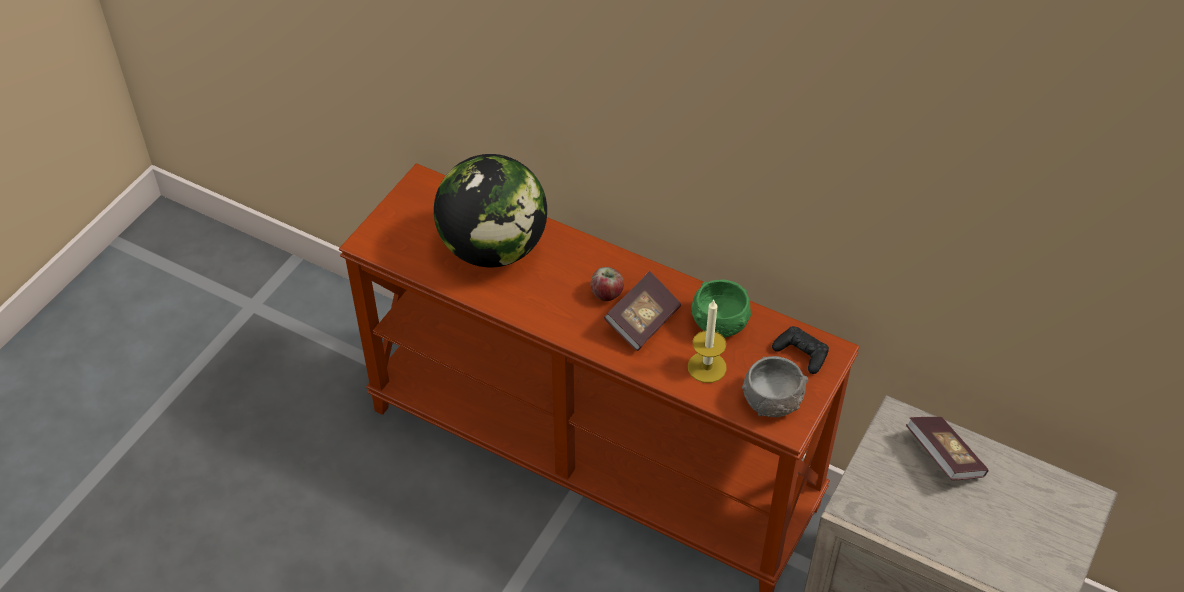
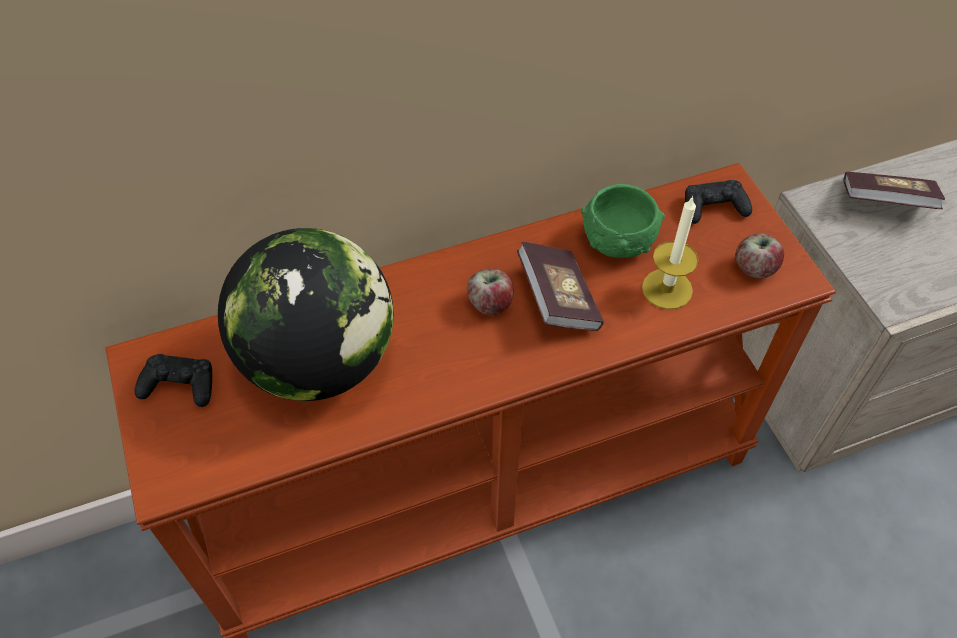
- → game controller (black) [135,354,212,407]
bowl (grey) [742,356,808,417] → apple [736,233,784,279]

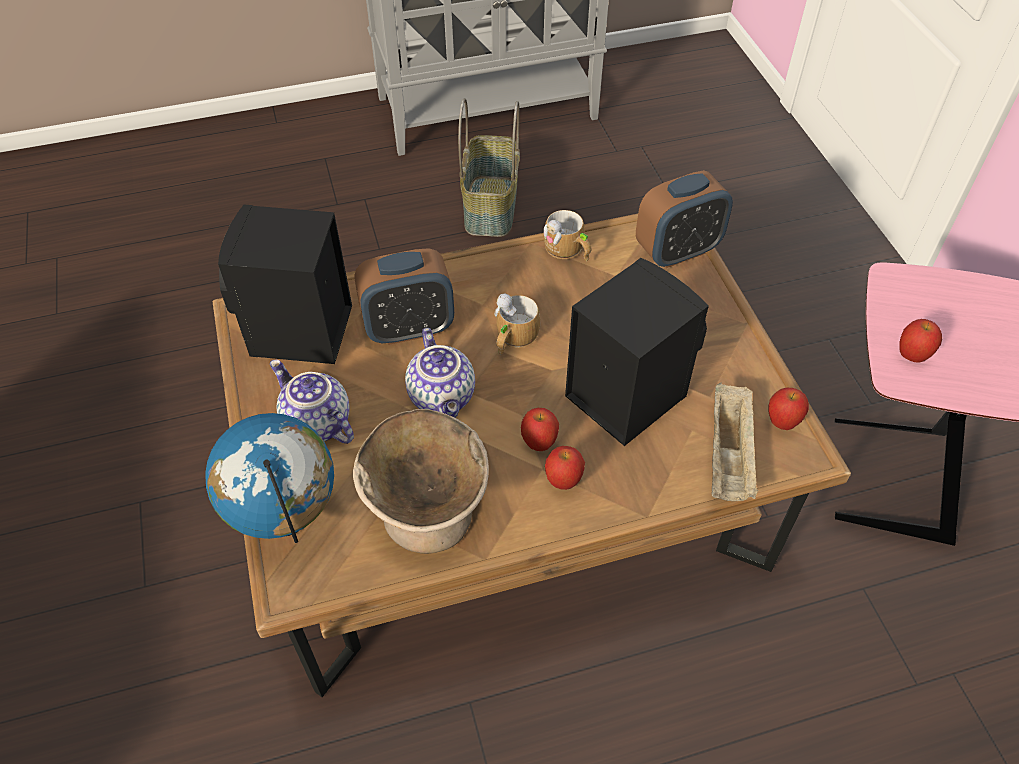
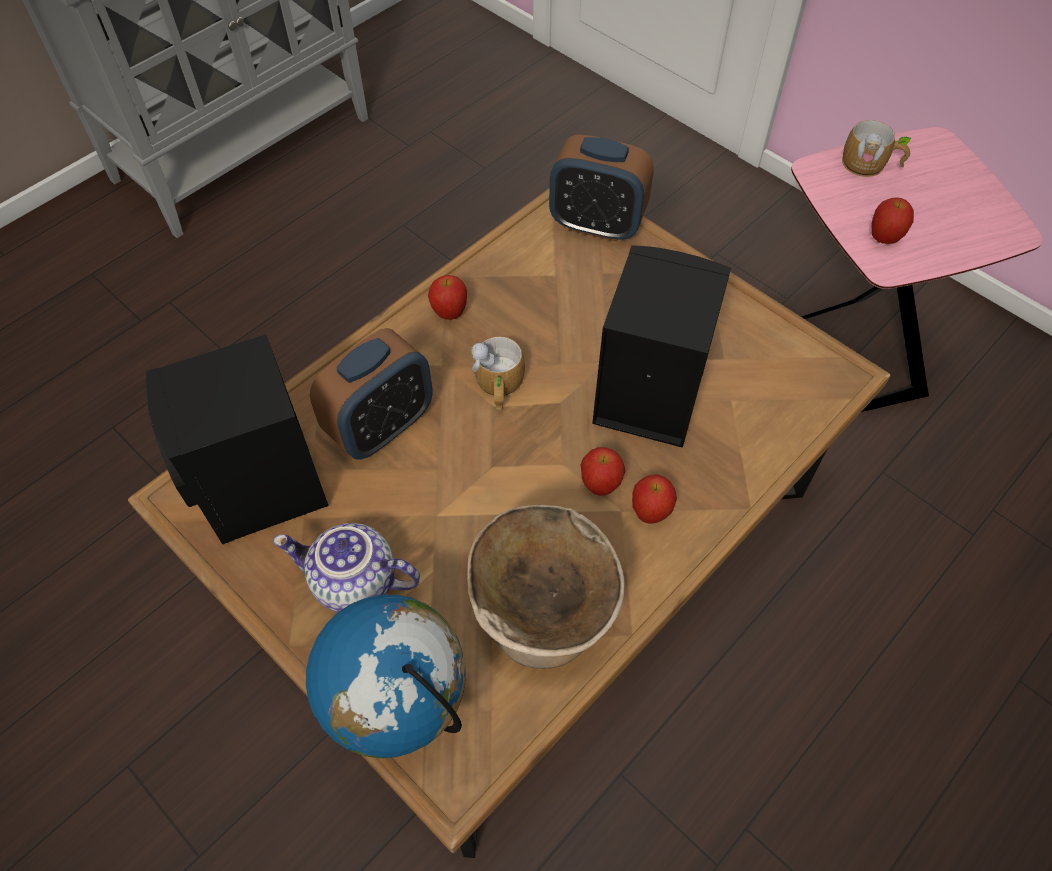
teapot [405,328,475,418] → -
basket [458,98,520,237] → -
tray (beige) [711,382,758,501] → -
mug [544,210,592,261] → mug [842,120,911,177], move
apple [768,388,809,430] → apple [428,275,467,320], move
alarm clock [636,170,733,268] → alarm clock [549,134,654,242], 75 degrees clockwise

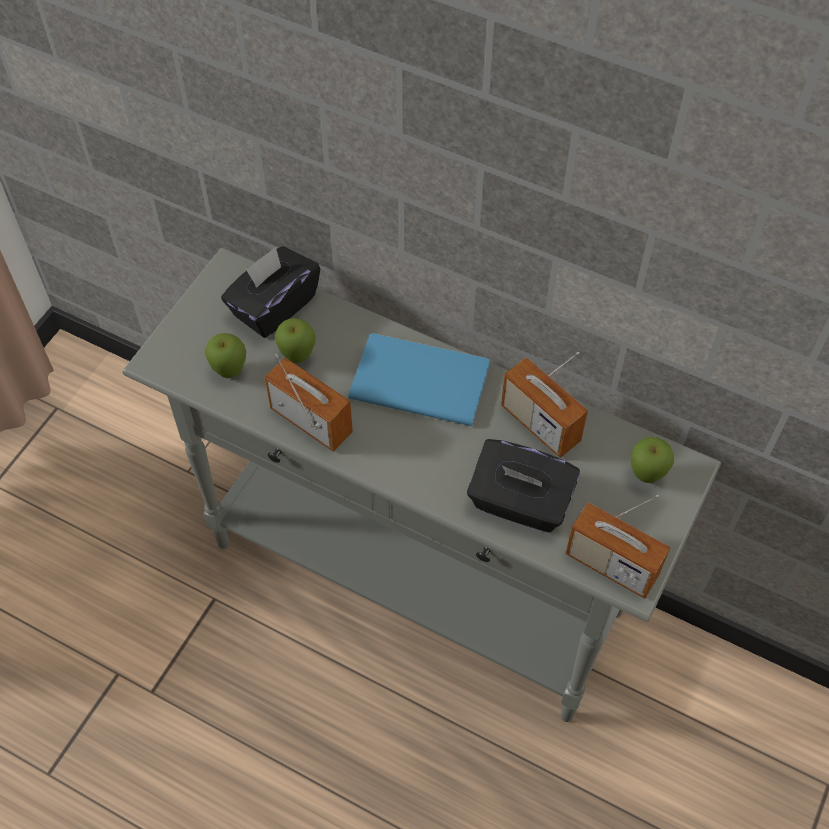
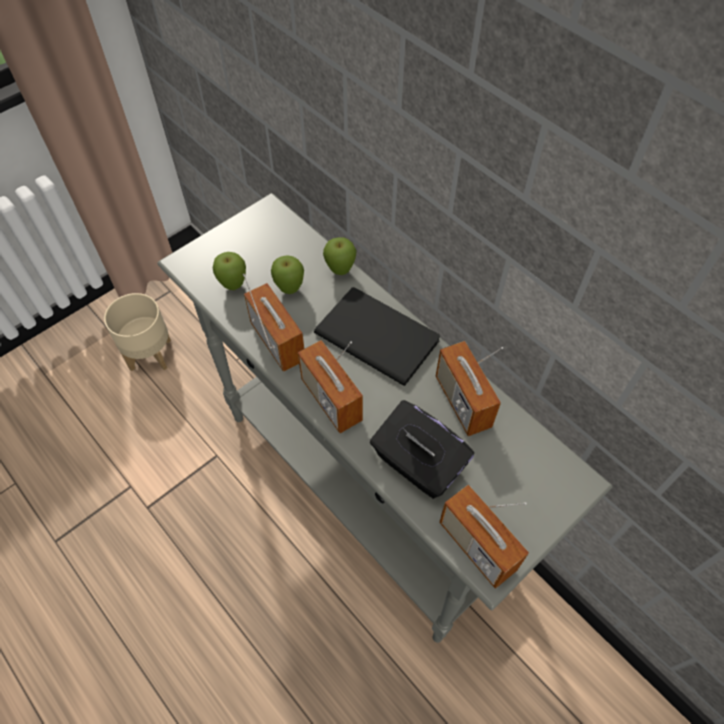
tissue box (black) [221,246,321,338] → -
- → planter (beige) [104,293,171,371]
- → radio [298,340,363,433]
apple [631,437,674,483] → apple [323,237,357,275], move
book (blue) [348,333,490,426] → book (black) [314,287,440,386]

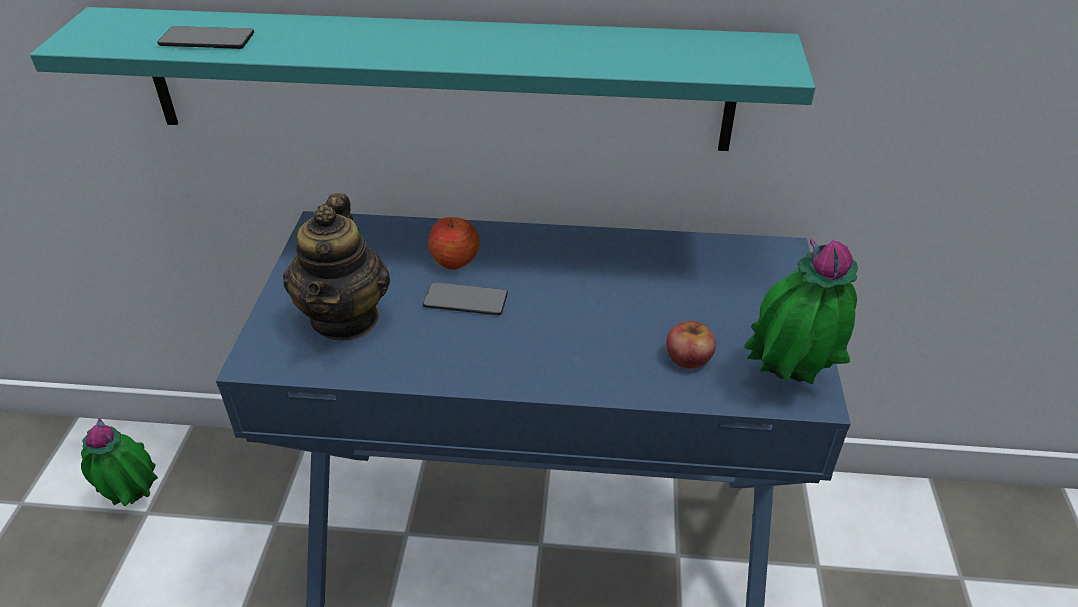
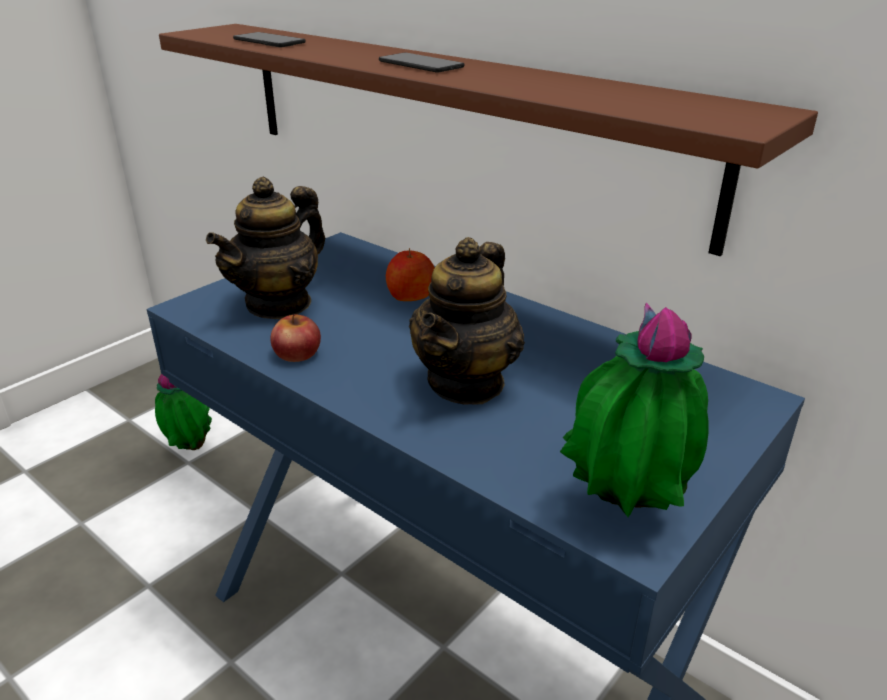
- → teapot [409,237,525,405]
phone [423,282,508,315] → phone [379,53,464,73], move
apple [666,321,716,369] → apple [270,315,321,362], move
shelf (turquoise) [30,7,816,151] → shelf (brown) [159,24,818,256]

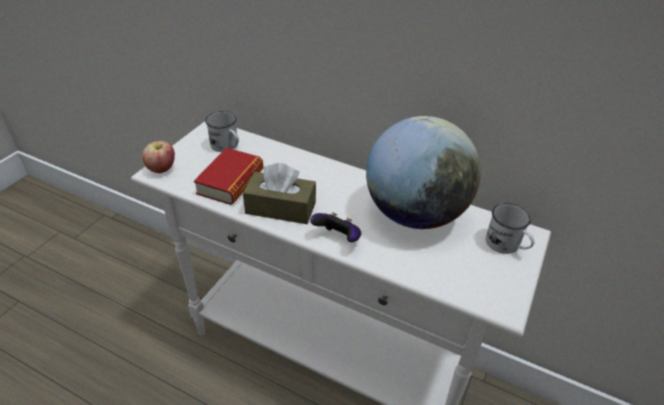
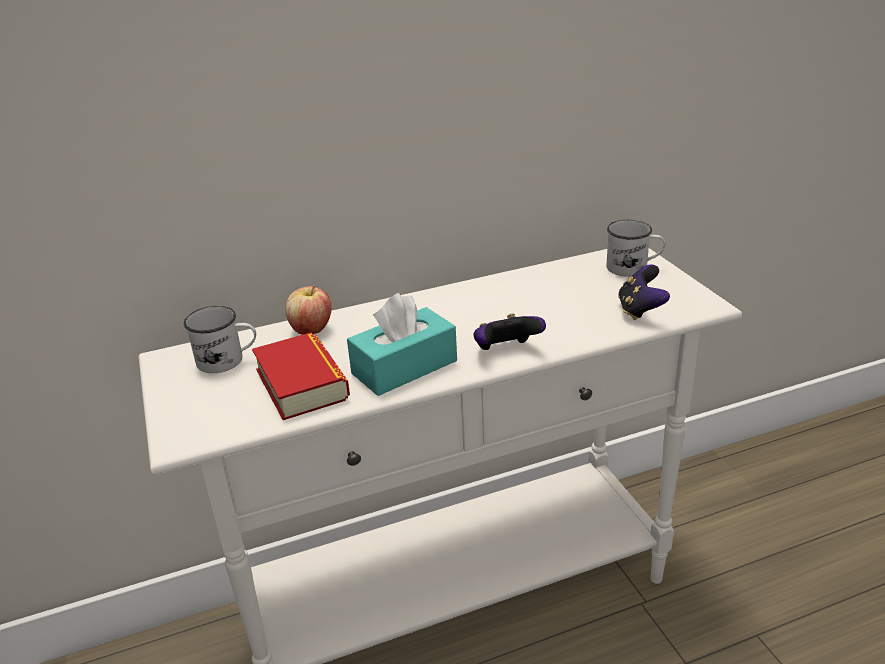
globe [366,116,481,229] → -
- → game controller [618,264,670,320]
apple [142,141,175,173] → apple [285,285,332,335], move
tissue box (brown) [243,163,316,224] → tissue box (turquoise) [347,293,457,396]

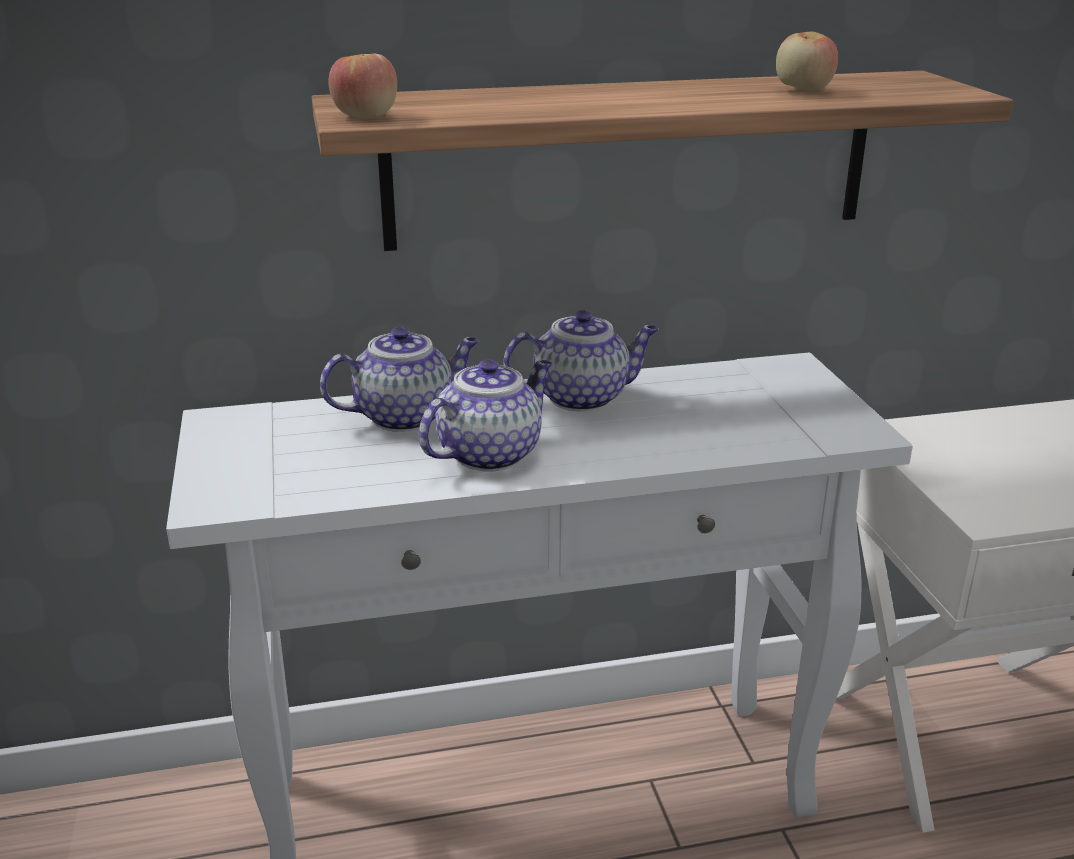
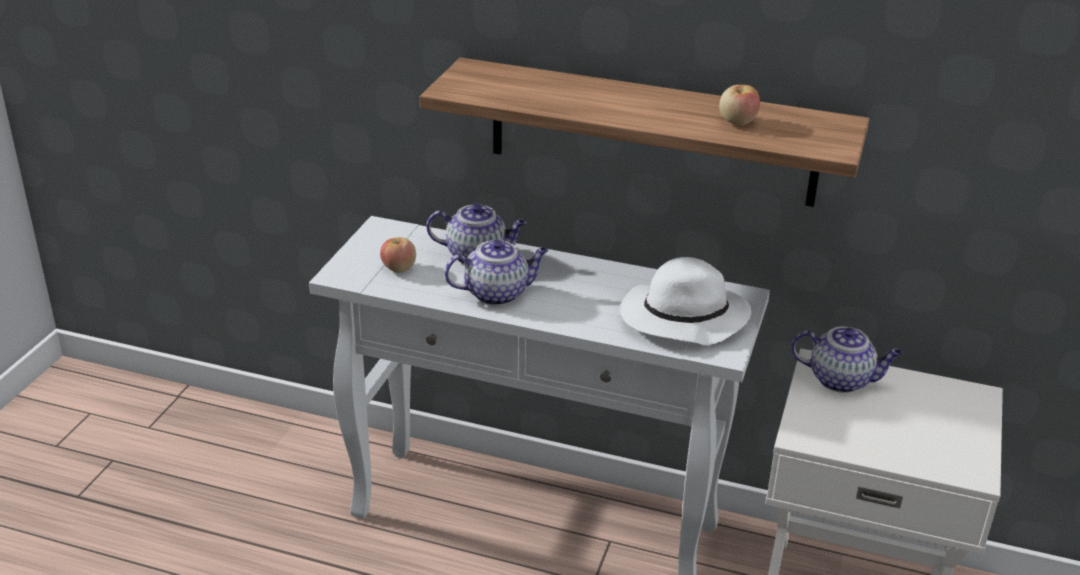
- → hat (white) [620,257,751,345]
apple [329,54,397,118] → apple [380,237,416,273], move
teapot [504,310,659,412] → teapot [791,327,902,393], move

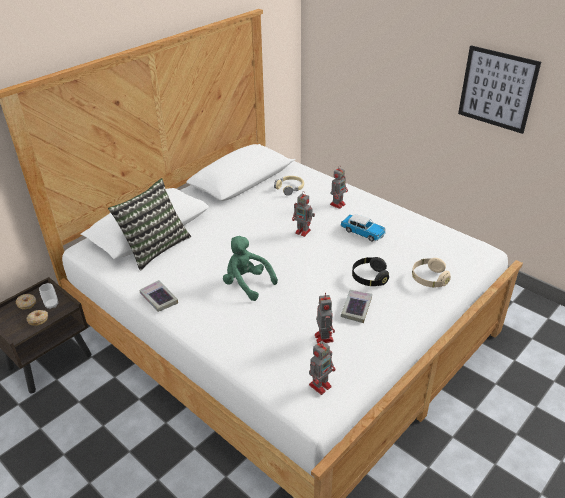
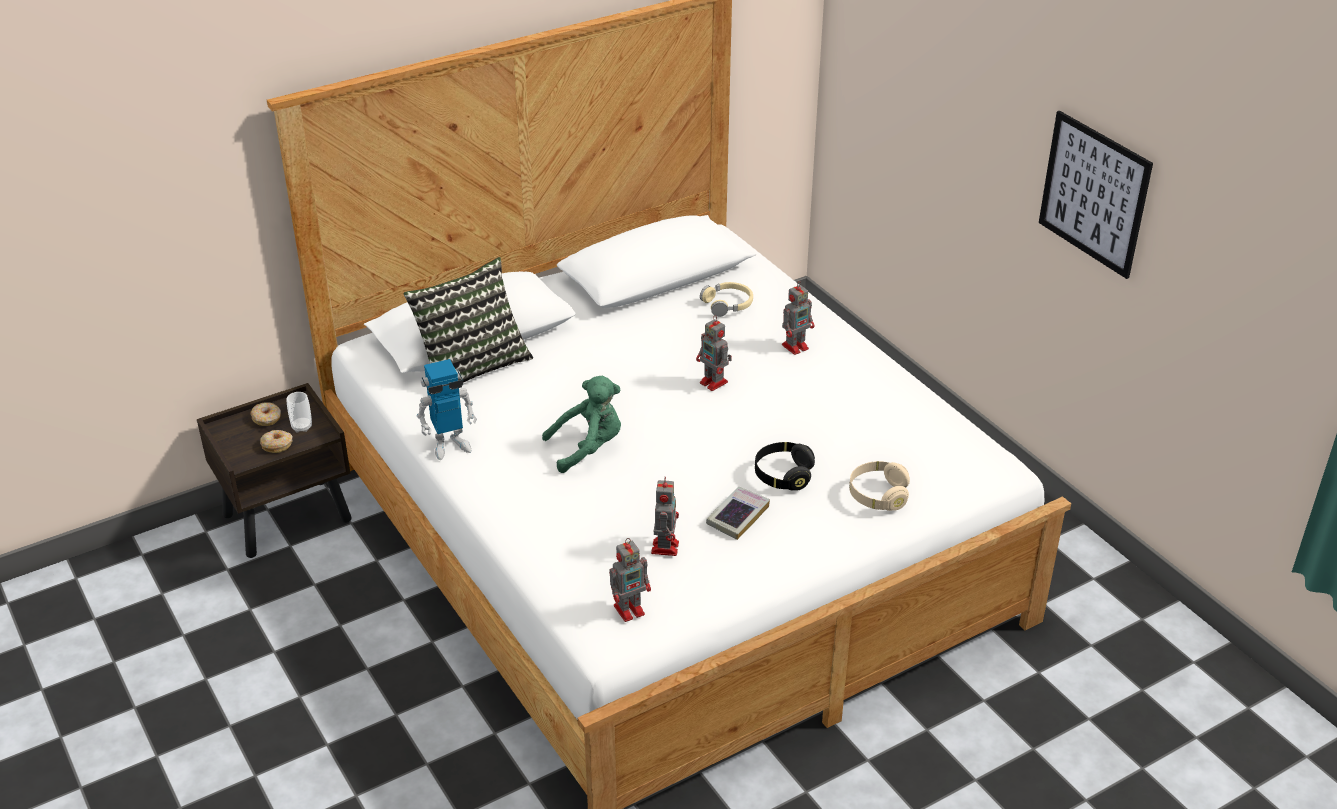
toy car [340,214,386,241] → -
book [139,280,178,312] → toy robot [417,359,477,460]
plush toy (green) [223,236,278,301] → plush toy (green) [542,376,621,473], 105 degrees clockwise

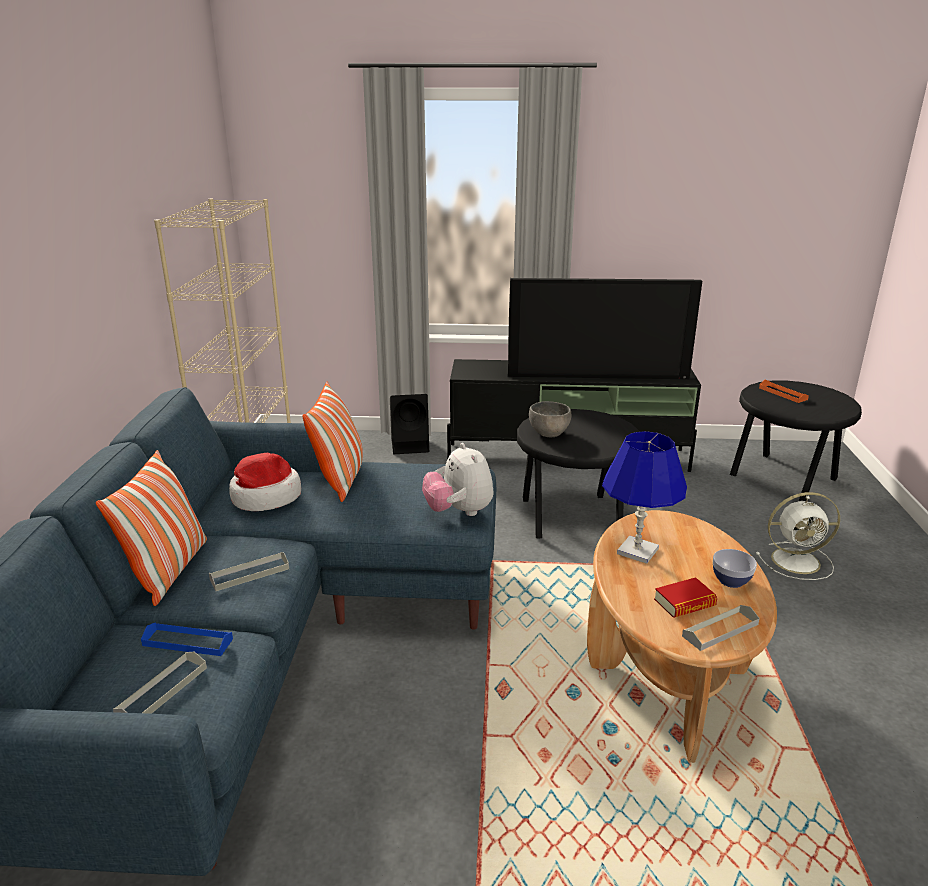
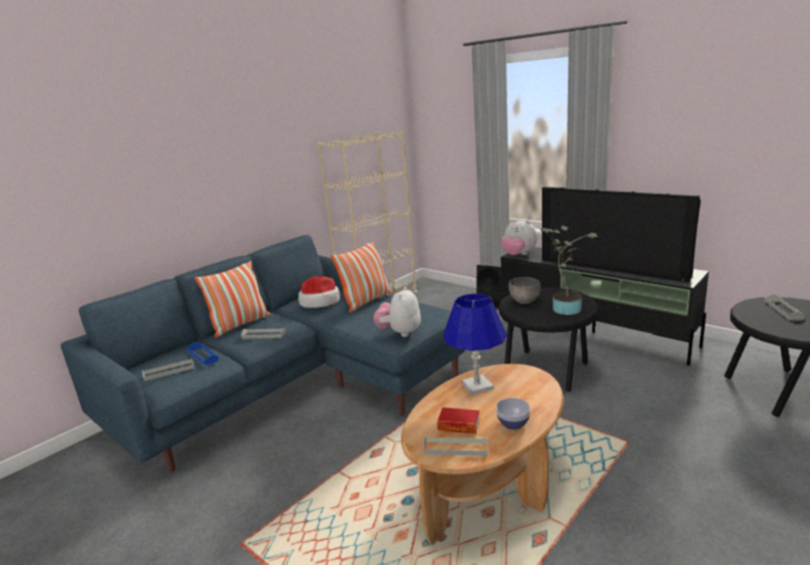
fan (white) [756,492,840,580] → -
- → plush toy [501,219,537,255]
- → potted plant [540,226,598,315]
tray (orange) [759,379,809,403] → tray (grey) [764,294,805,319]

